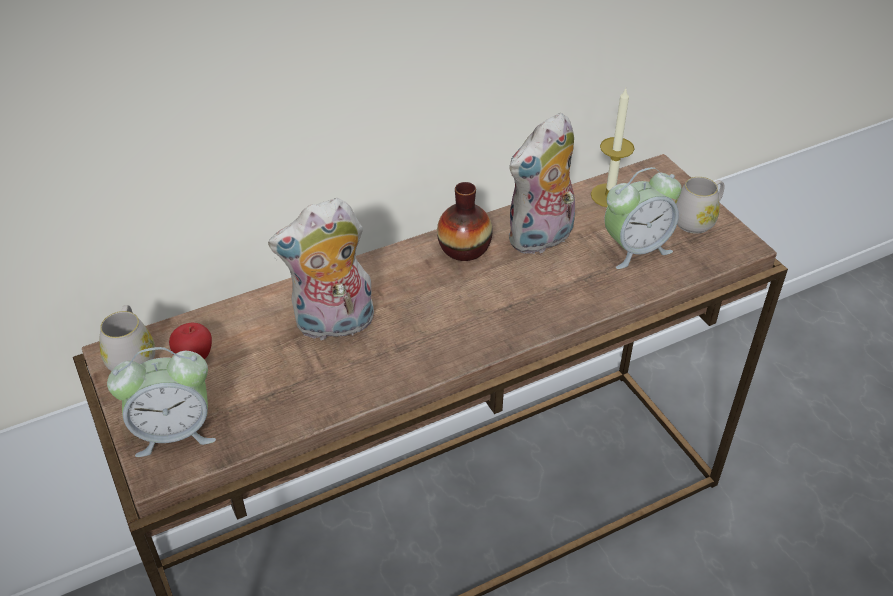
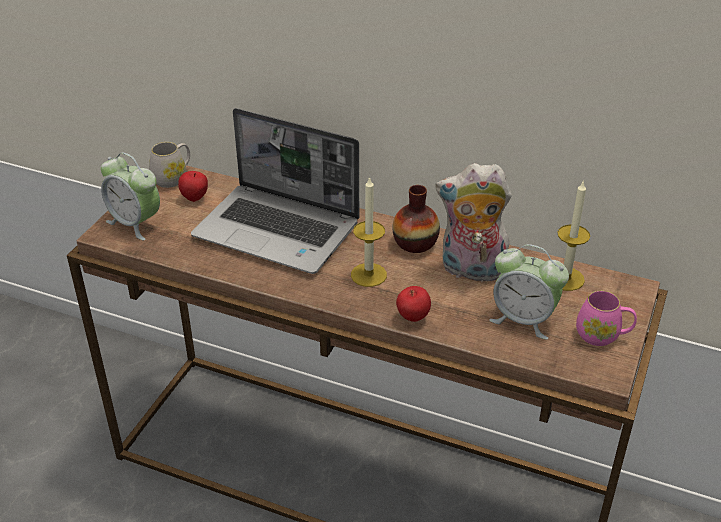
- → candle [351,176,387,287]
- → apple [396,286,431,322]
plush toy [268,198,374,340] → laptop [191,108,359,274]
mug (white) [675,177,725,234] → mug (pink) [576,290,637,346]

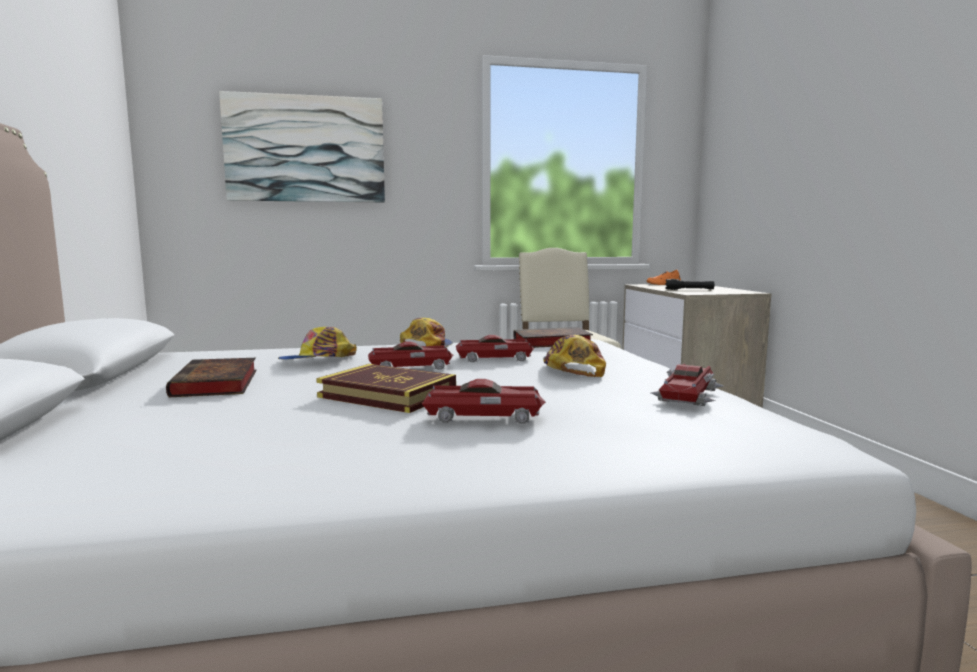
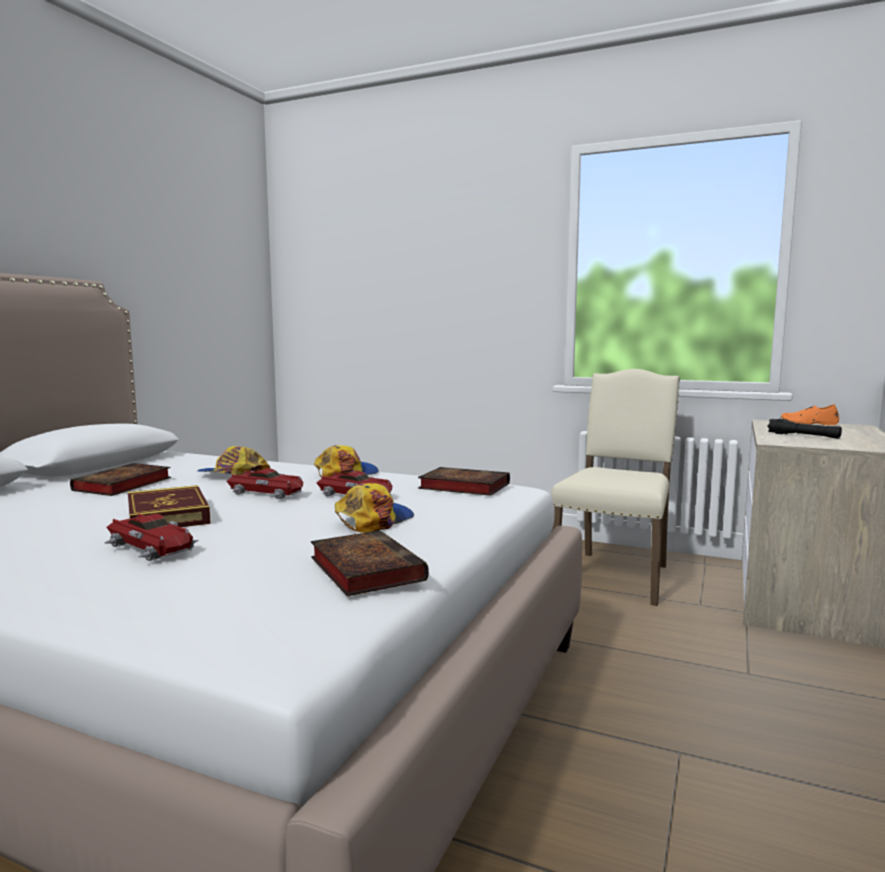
picture [219,91,385,203] → -
toy car [651,363,724,407] → book [311,530,429,596]

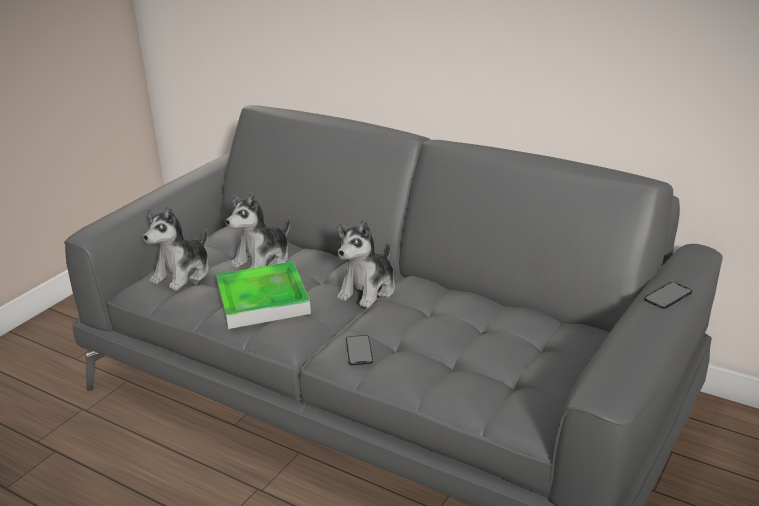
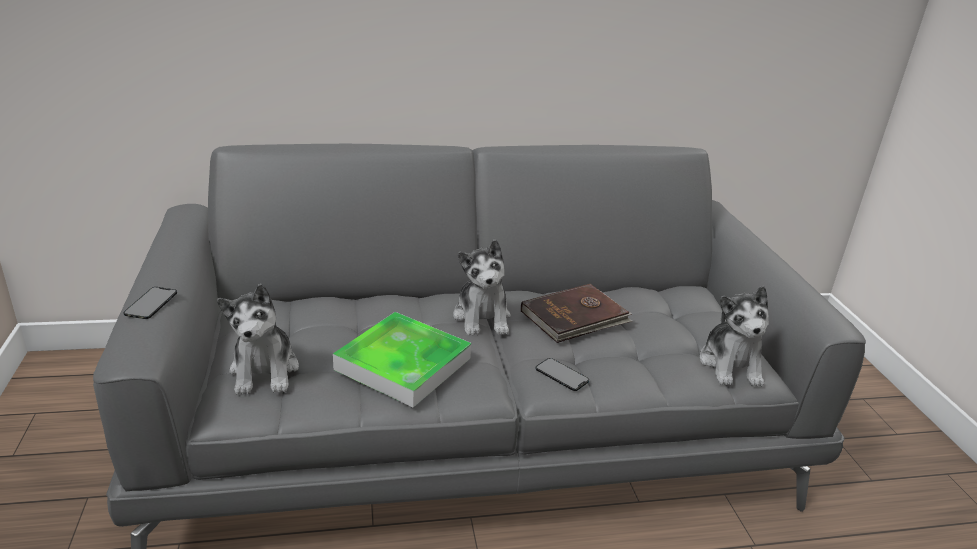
- → book (brown) [521,284,632,343]
plush toy [226,193,290,269] → plush toy [700,286,769,386], move
phone [644,282,692,309] → phone [123,287,177,319], move

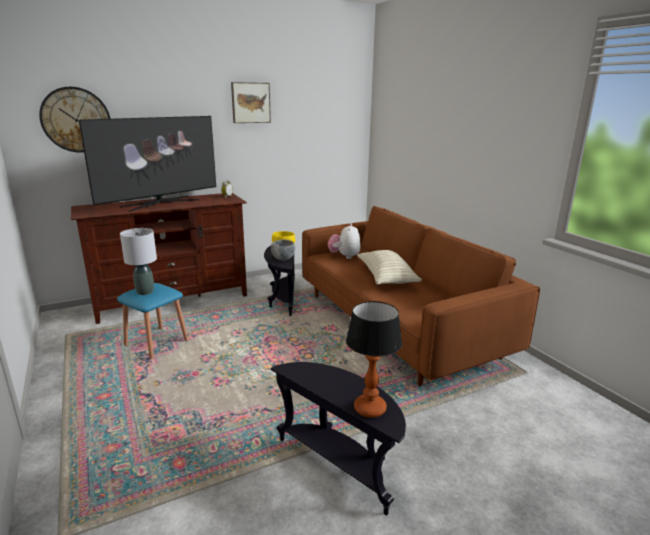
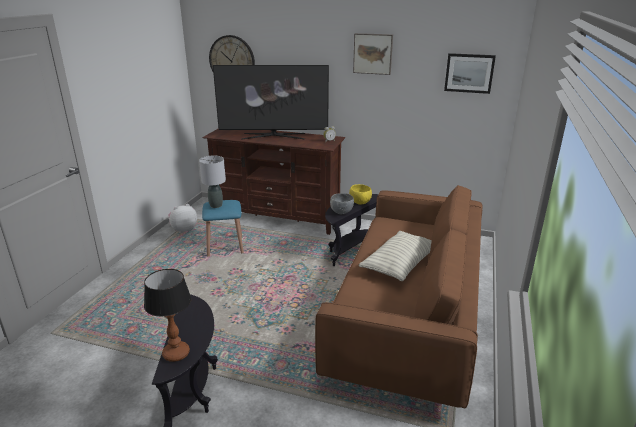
- → picture [444,53,496,94]
plush toy [328,223,361,259] → plush toy [168,204,197,233], move

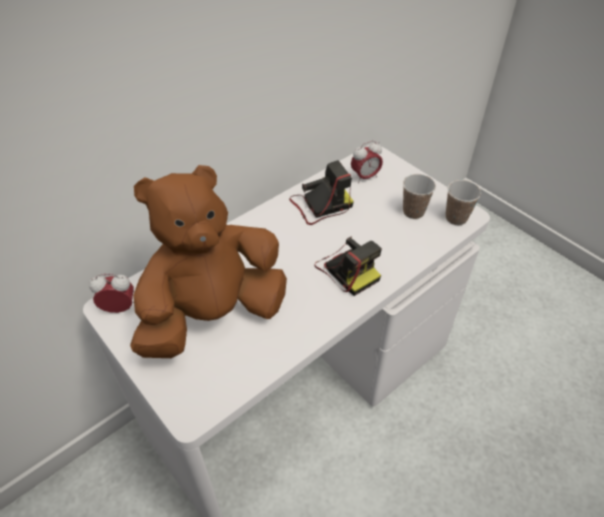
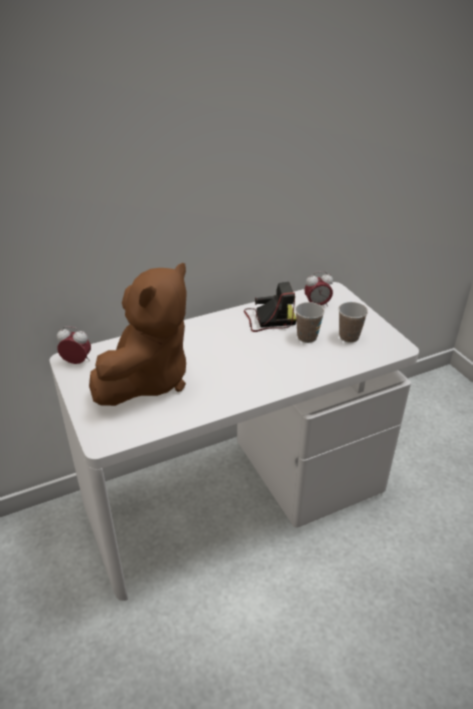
photo camera [315,237,382,296] → -
cup [446,180,481,225] → cup [295,302,325,343], move
plush toy (brown) [130,165,287,358] → plush toy (brown) [89,263,187,406], 135 degrees clockwise

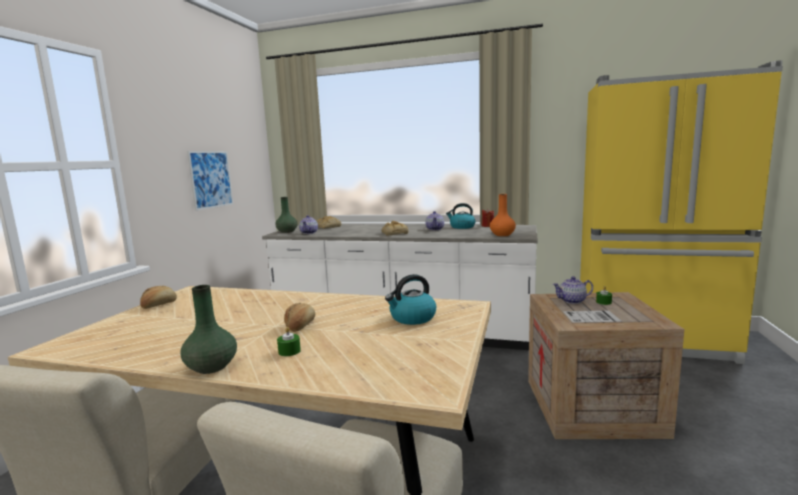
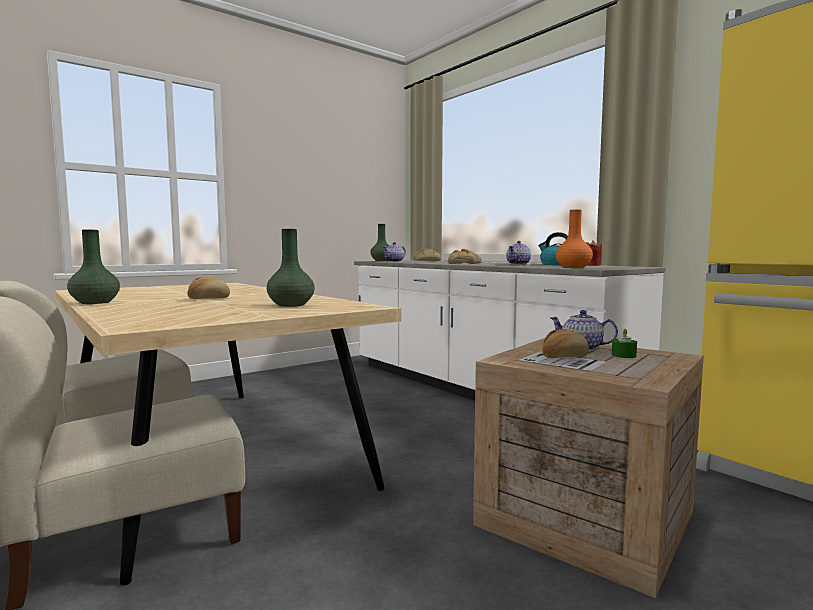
picture [187,151,233,211] → -
candle (green) [277,327,301,356] → -
bread [140,286,177,309] → bread [542,329,589,358], move
kettle [385,274,436,325] → vase (green) [267,229,315,307]

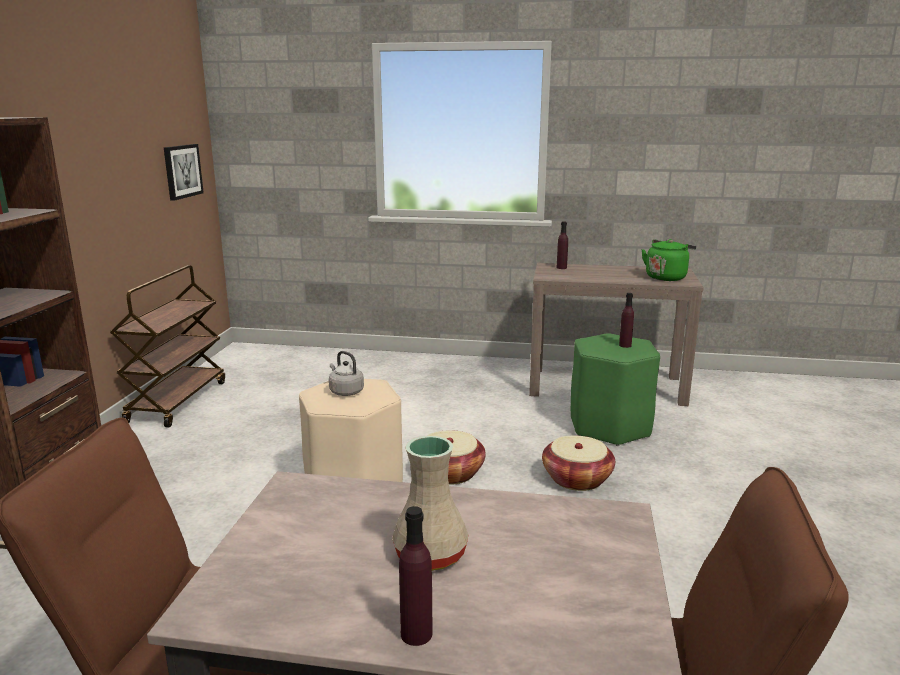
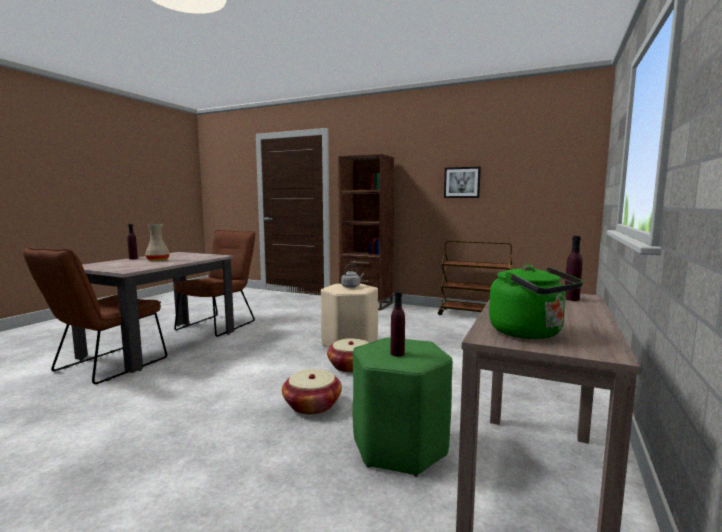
picture [164,144,204,201] → picture [444,167,481,198], move

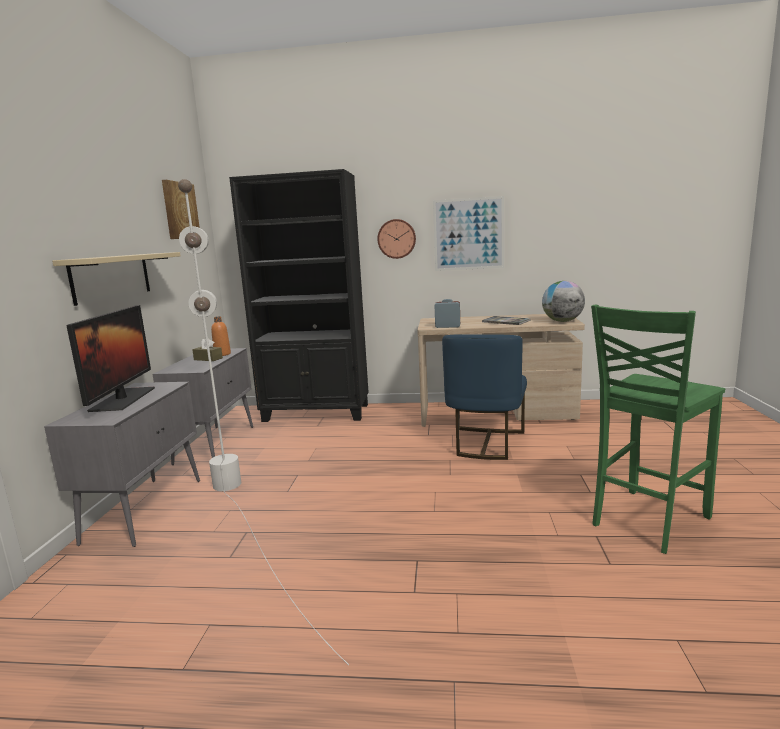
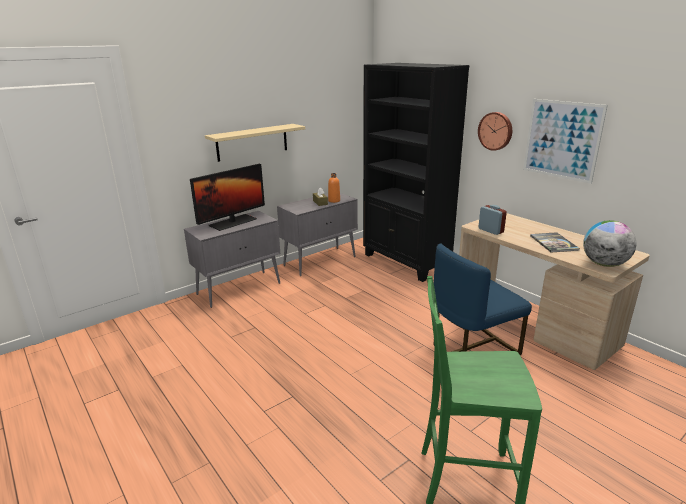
picture [162,180,200,239] → -
floor lamp (white) [178,179,349,665] → -

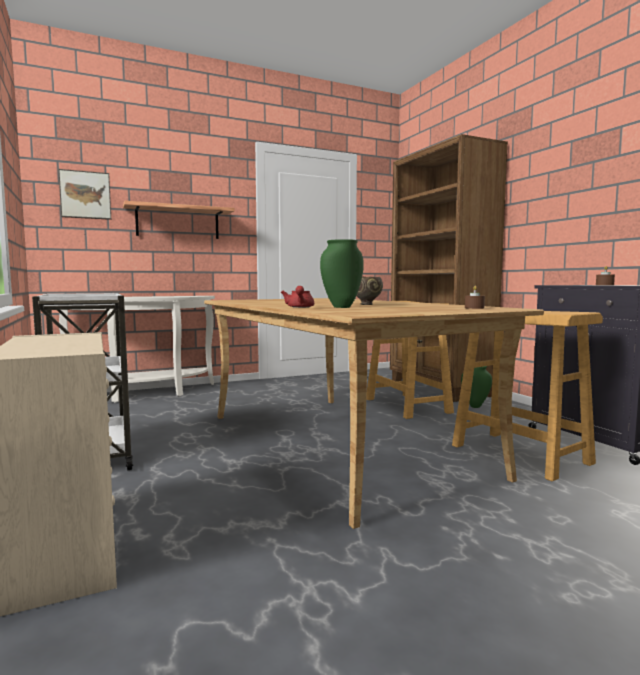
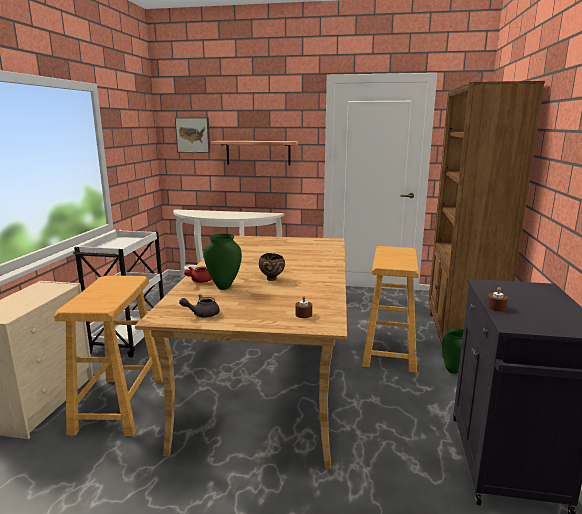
- → teapot (grey) [179,294,220,317]
stool (beige) [452,311,603,481] → stool (beige) [54,276,163,436], move

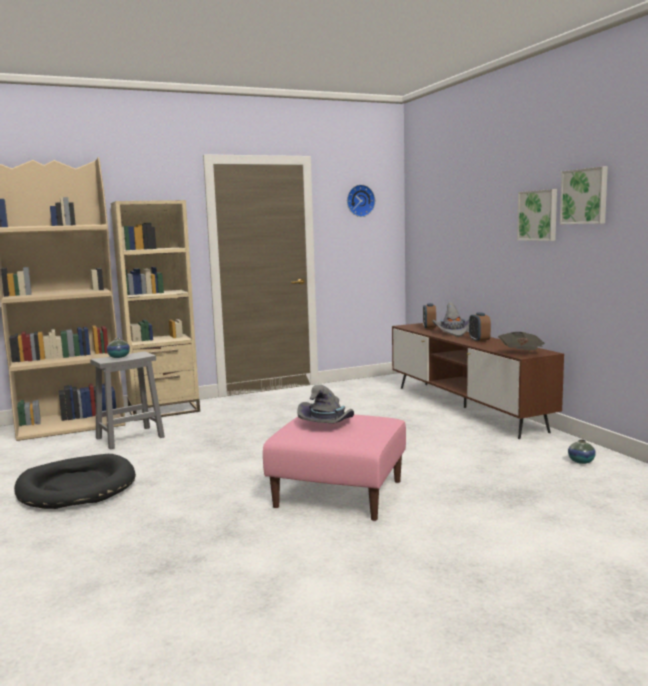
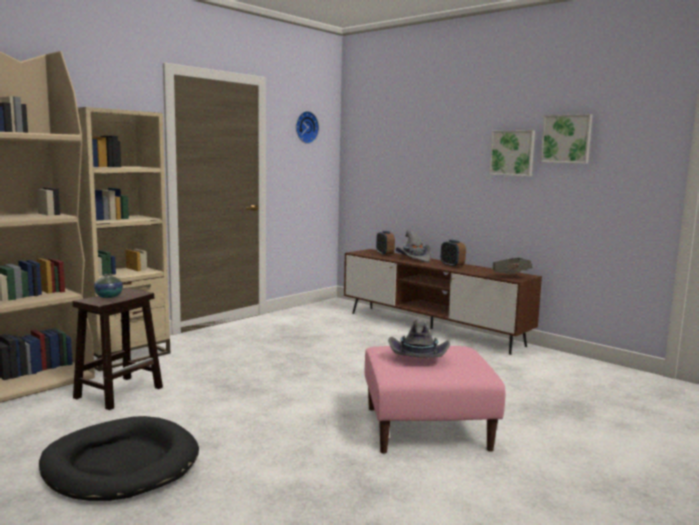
vase [568,440,596,464] → -
stool (grey) [90,351,165,450] → stool (brown) [72,288,163,410]

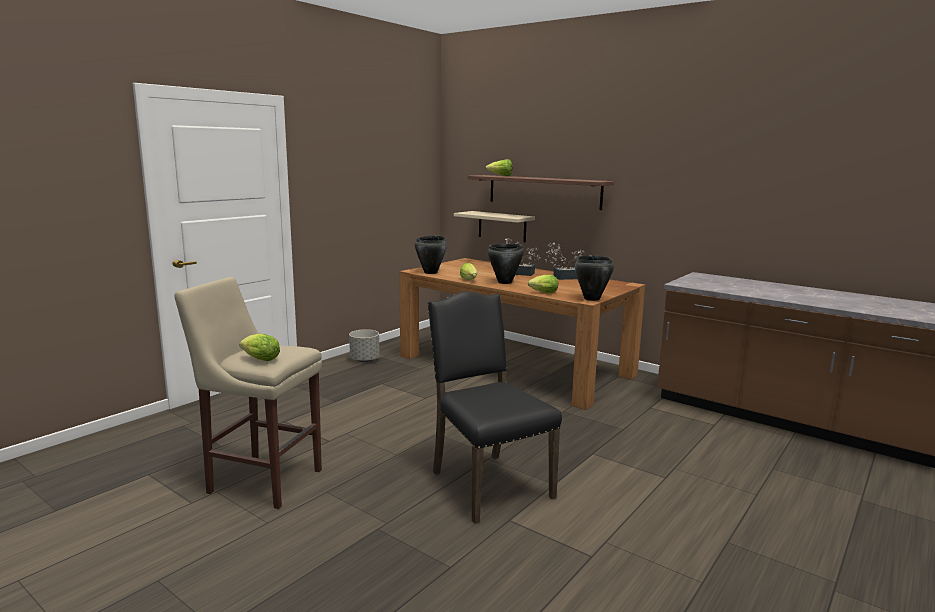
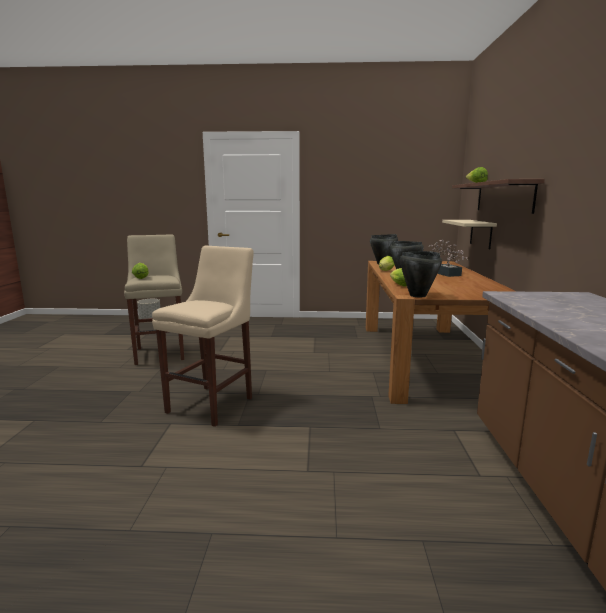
potted plant [545,242,585,280] → -
planter (grey) [349,329,379,362] → planter (grey) [137,299,160,319], move
chair (black) [428,291,562,524] → stool (beige) [152,246,253,427]

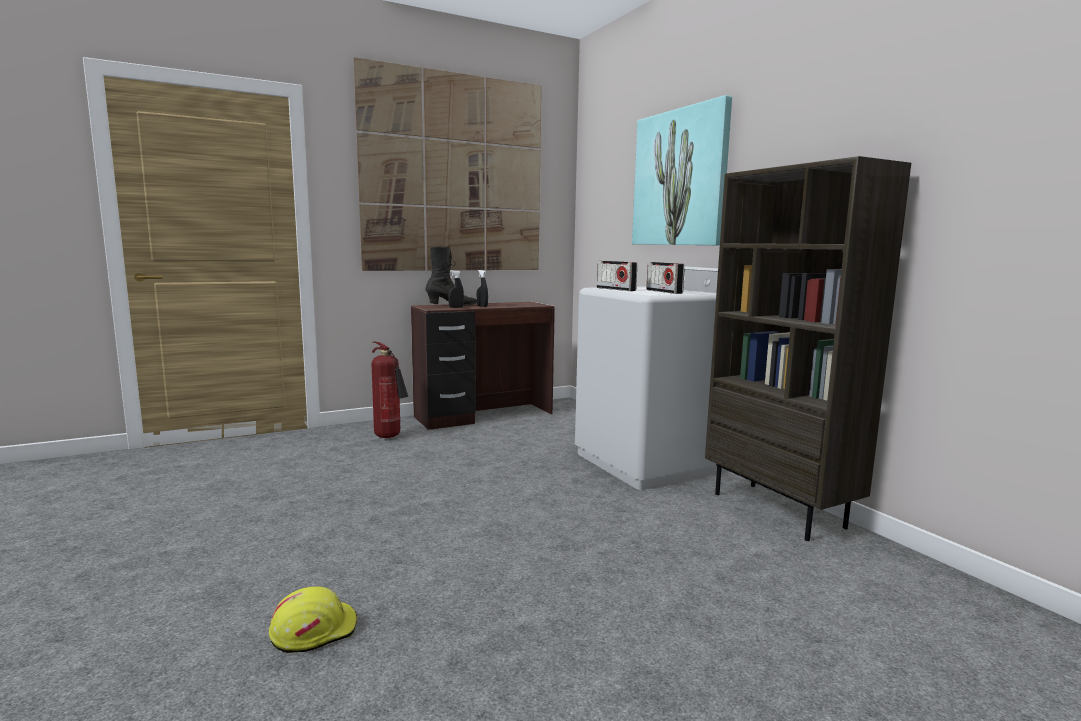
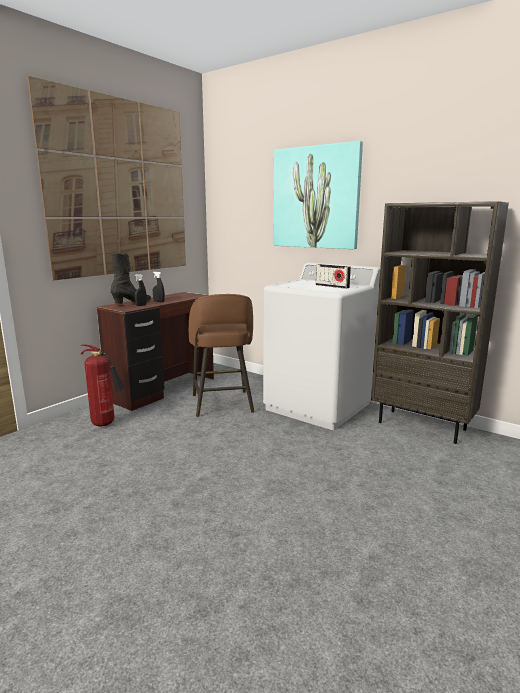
hard hat (yellow) [269,586,357,653] → -
radio [597,261,637,291] → -
- → stool (brown) [189,294,254,417]

